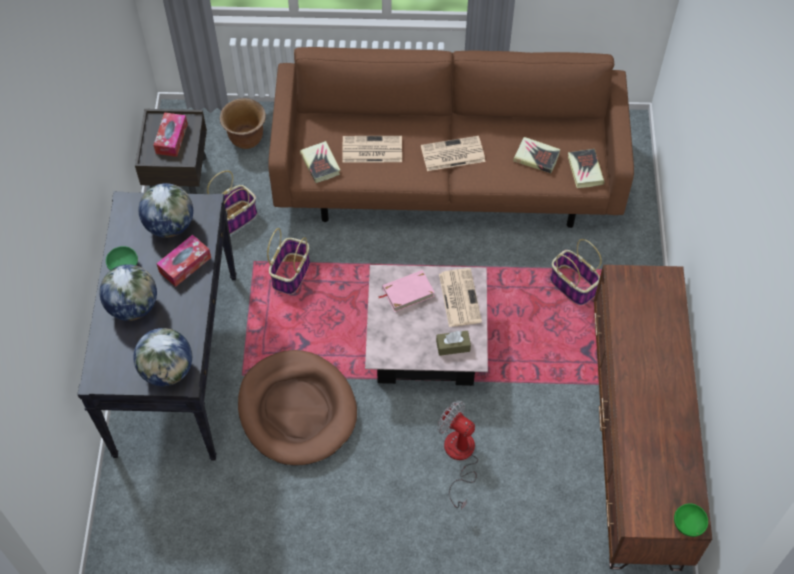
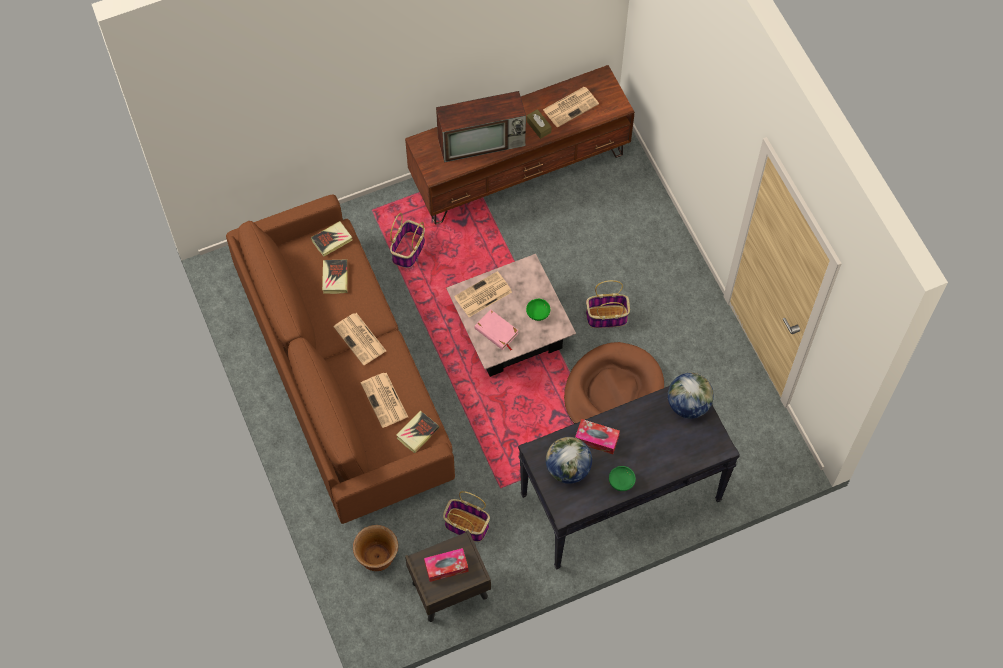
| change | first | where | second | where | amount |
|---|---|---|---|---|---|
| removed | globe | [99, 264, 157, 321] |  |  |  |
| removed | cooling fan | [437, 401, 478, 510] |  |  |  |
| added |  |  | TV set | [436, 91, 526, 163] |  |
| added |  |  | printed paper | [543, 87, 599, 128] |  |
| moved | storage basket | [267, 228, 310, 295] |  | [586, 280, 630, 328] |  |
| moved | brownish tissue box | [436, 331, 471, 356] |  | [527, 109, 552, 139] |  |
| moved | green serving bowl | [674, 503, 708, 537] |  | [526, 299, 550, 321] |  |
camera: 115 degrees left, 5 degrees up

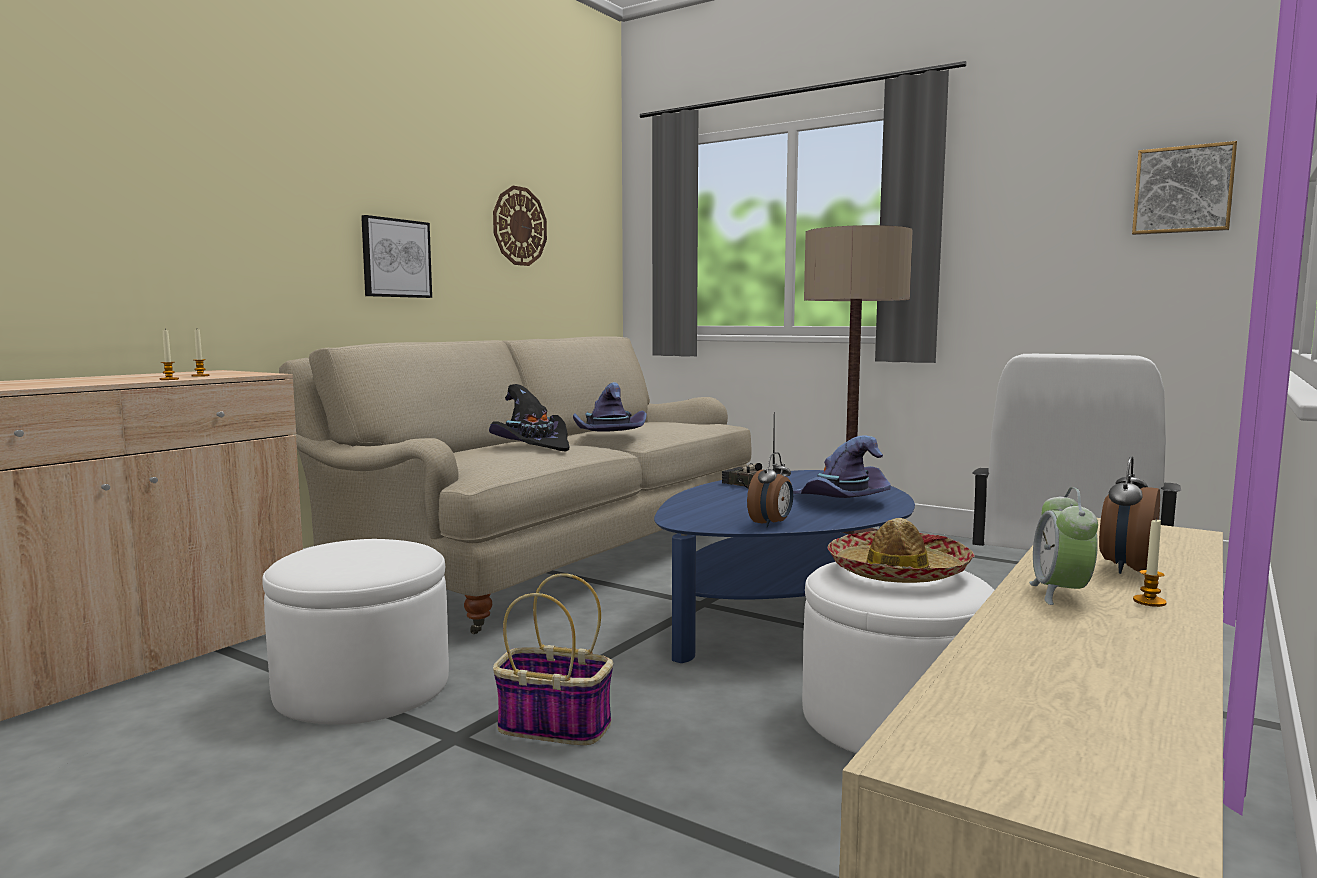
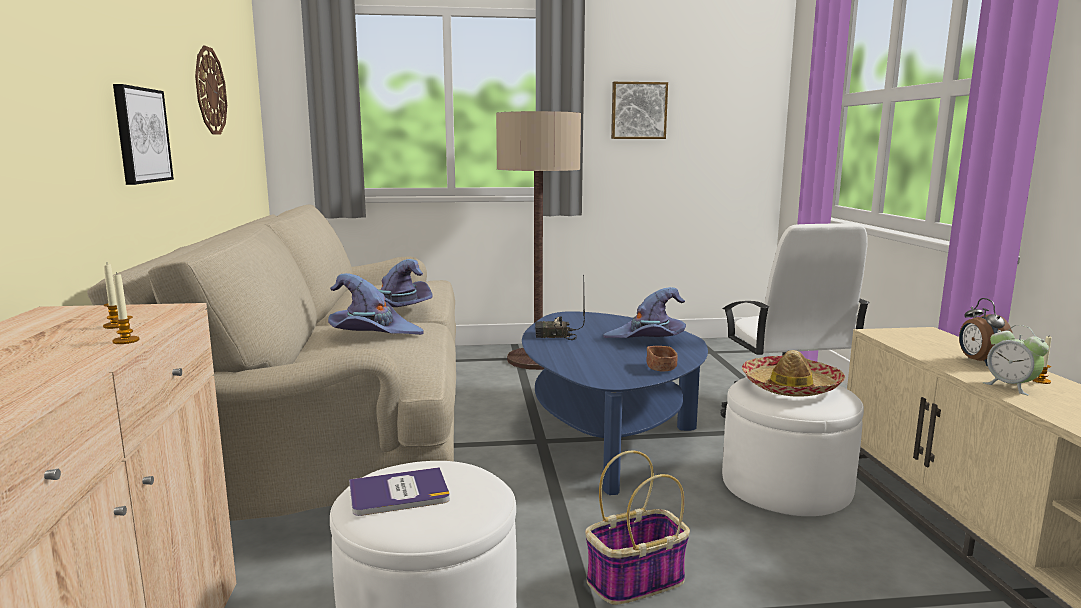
| change | first | where | second | where | amount |
|---|---|---|---|---|---|
| added |  |  | book | [349, 467, 450, 516] |  |
| moved | wall art | [1132, 141, 1237, 235] |  | [611, 82, 668, 139] |  |
| replaced | alarm clock | [747, 452, 793, 527] | brownish serving bowl | [646, 346, 677, 371] |  |
| recoloured | blackish wearable hat | [489, 384, 569, 452] | purple-coloured wearable hat | [328, 273, 424, 335] |  |
camera: 40 degrees left, 5 degrees up

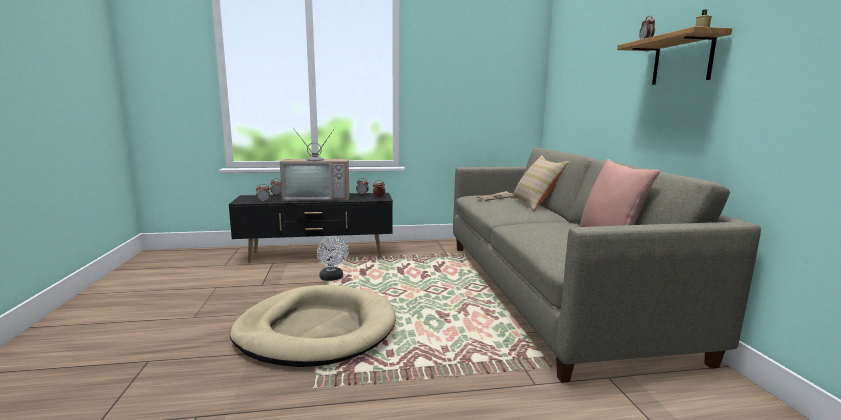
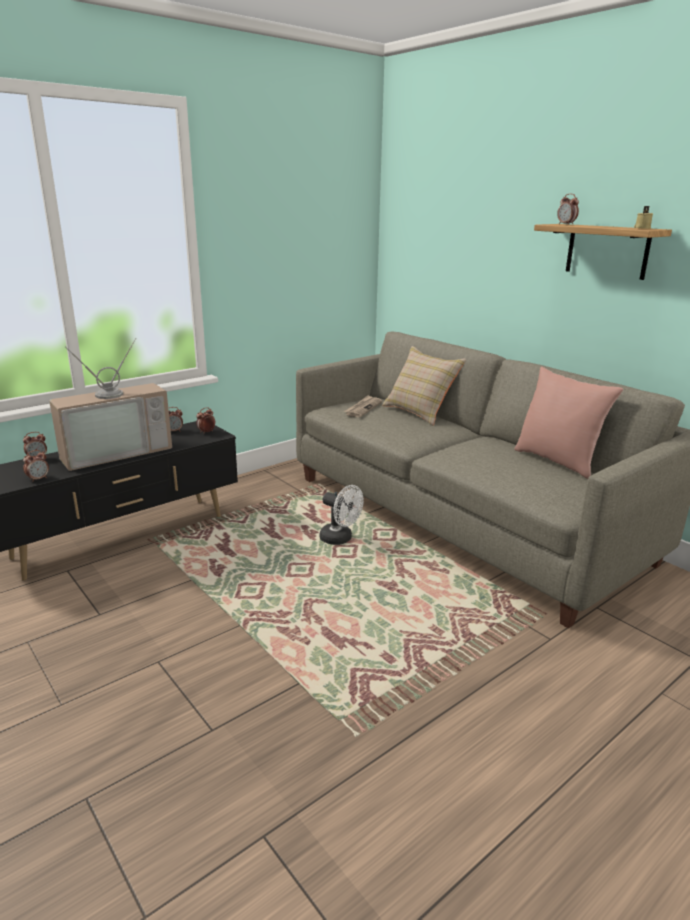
| change | first | where | second | where | amount |
|---|---|---|---|---|---|
| removed | sand-coloured pet bed | [230, 285, 396, 367] |  |  |  |
| moved | whitish cooling fan | [317, 236, 349, 281] |  | [320, 485, 364, 545] |  |
camera: 30 degrees left, 10 degrees up

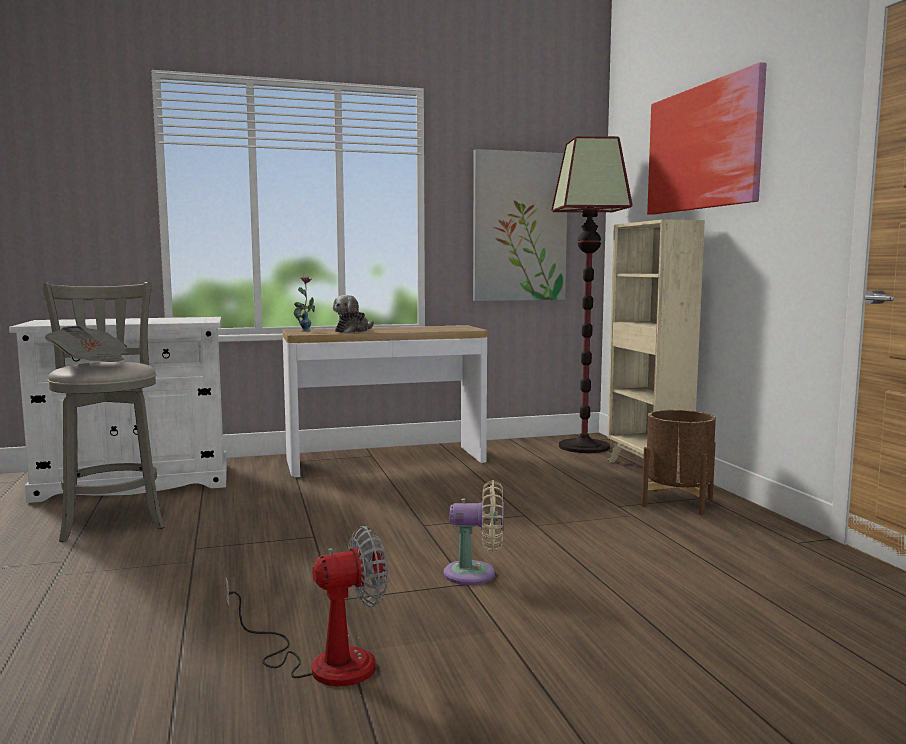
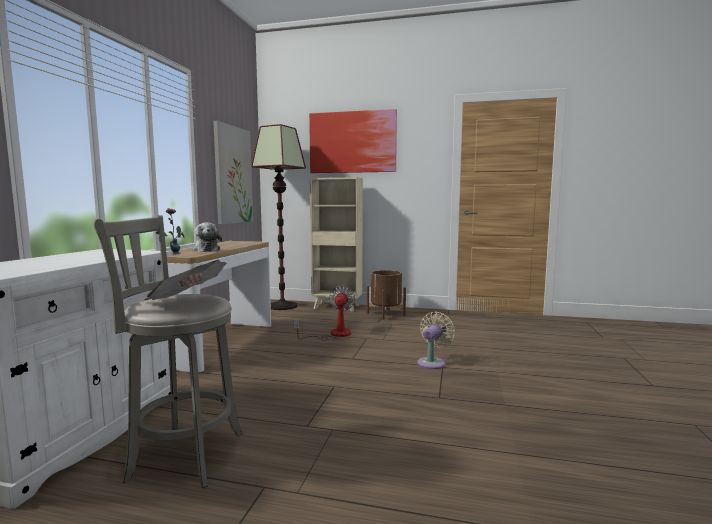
| change | first | where | second | where | amount |
|---|---|---|---|---|---|
| moved | cooling fan | [225, 526, 388, 686] |  | [294, 285, 355, 340] |  |
camera: 60 degrees left, 0 degrees up

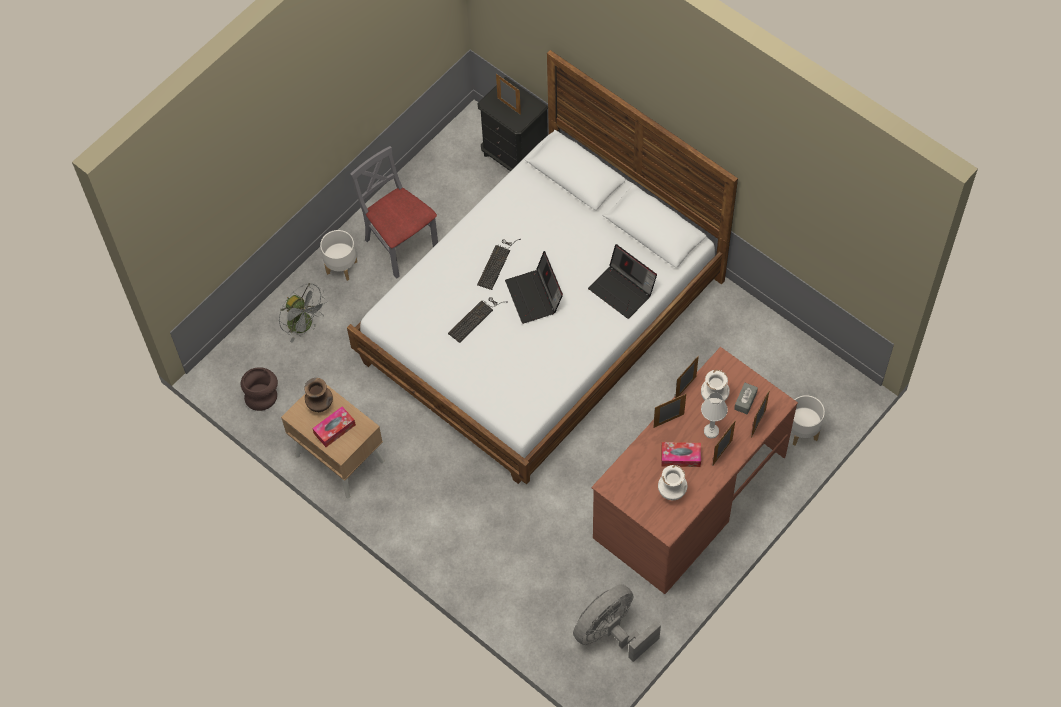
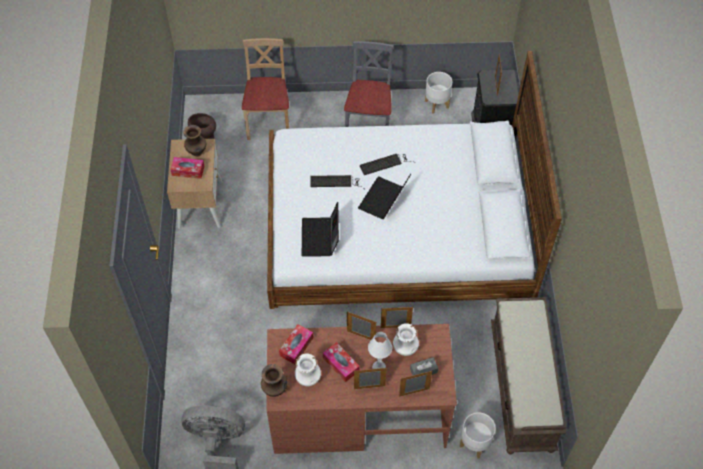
| change | first | where | second | where | amount |
|---|---|---|---|---|---|
| added |  |  | brownish flower vase | [261, 364, 288, 397] |  |
| added |  |  | tissue box | [279, 324, 314, 364] |  |
| added |  |  | brownish indoor bench | [491, 297, 566, 454] |  |
| moved | whitish plant pot | [320, 230, 357, 281] |  | [425, 72, 452, 114] |  |
| moved | notebook computer | [588, 244, 657, 319] |  | [302, 202, 339, 257] |  |
| replaced | gray cooling fan | [279, 283, 328, 343] | sand-coloured upright chair | [242, 38, 289, 140] |  |
camera: 45 degrees right, 5 degrees down

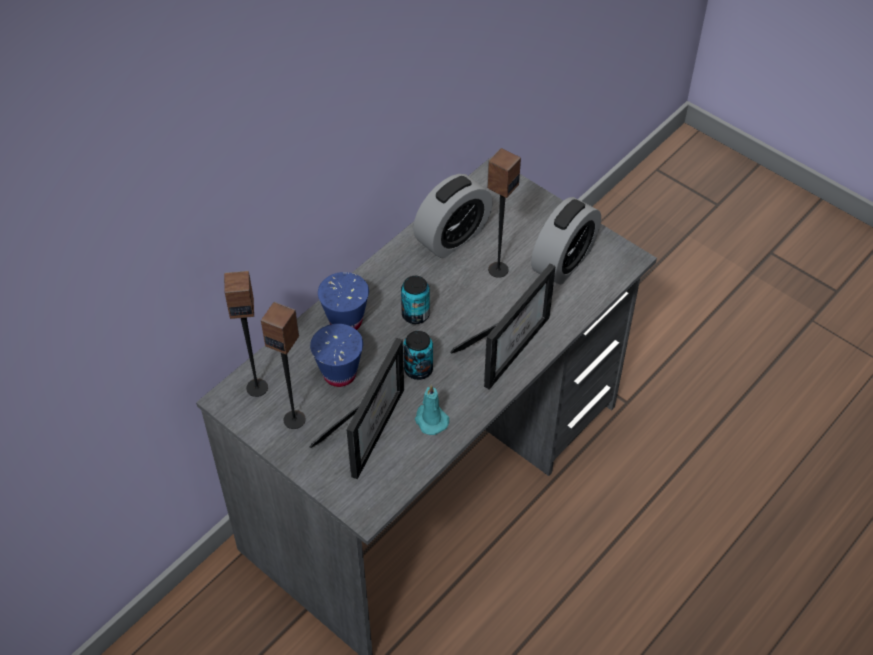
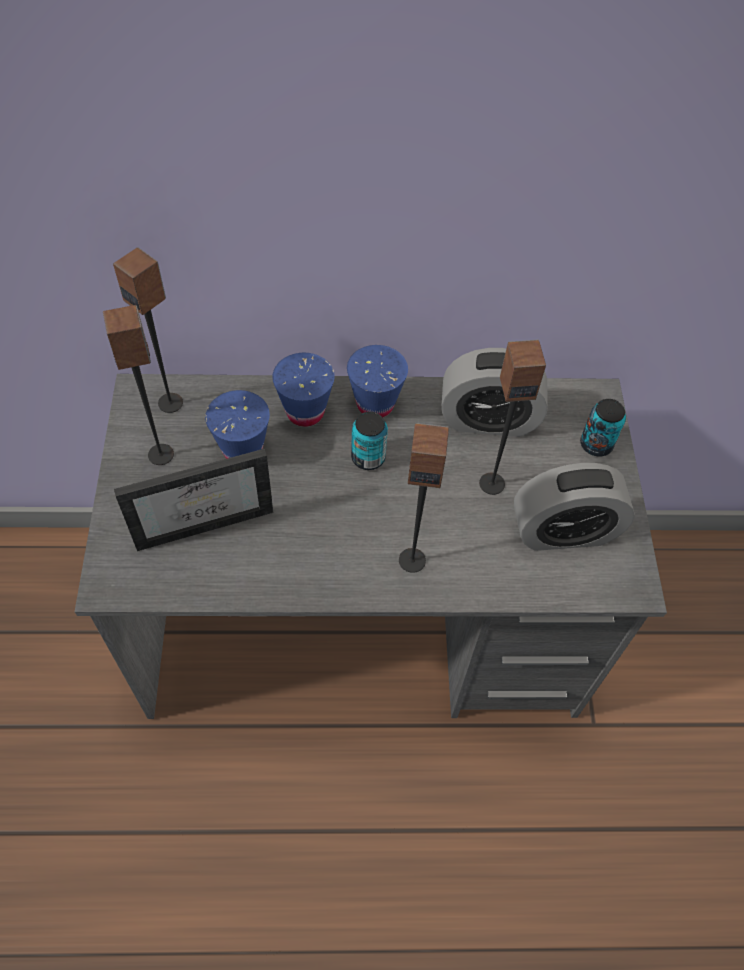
| change | first | where | second | where | amount |
|---|---|---|---|---|---|
| removed | blue-green candle | [415, 385, 449, 435] |  |  |  |
| added |  |  | bluish cup | [347, 345, 408, 417] |  |
| moved | metal can | [403, 331, 433, 380] |  | [580, 399, 626, 457] |  |
| replaced | photo frame | [450, 264, 556, 390] | speaker | [399, 423, 449, 573] |  |
camera: 45 degrees right, 5 degrees up

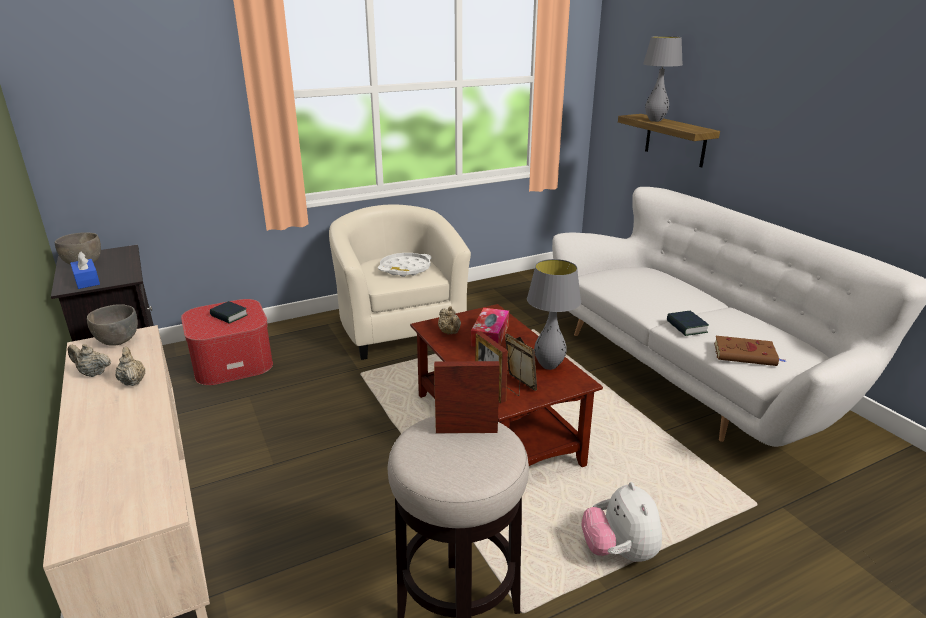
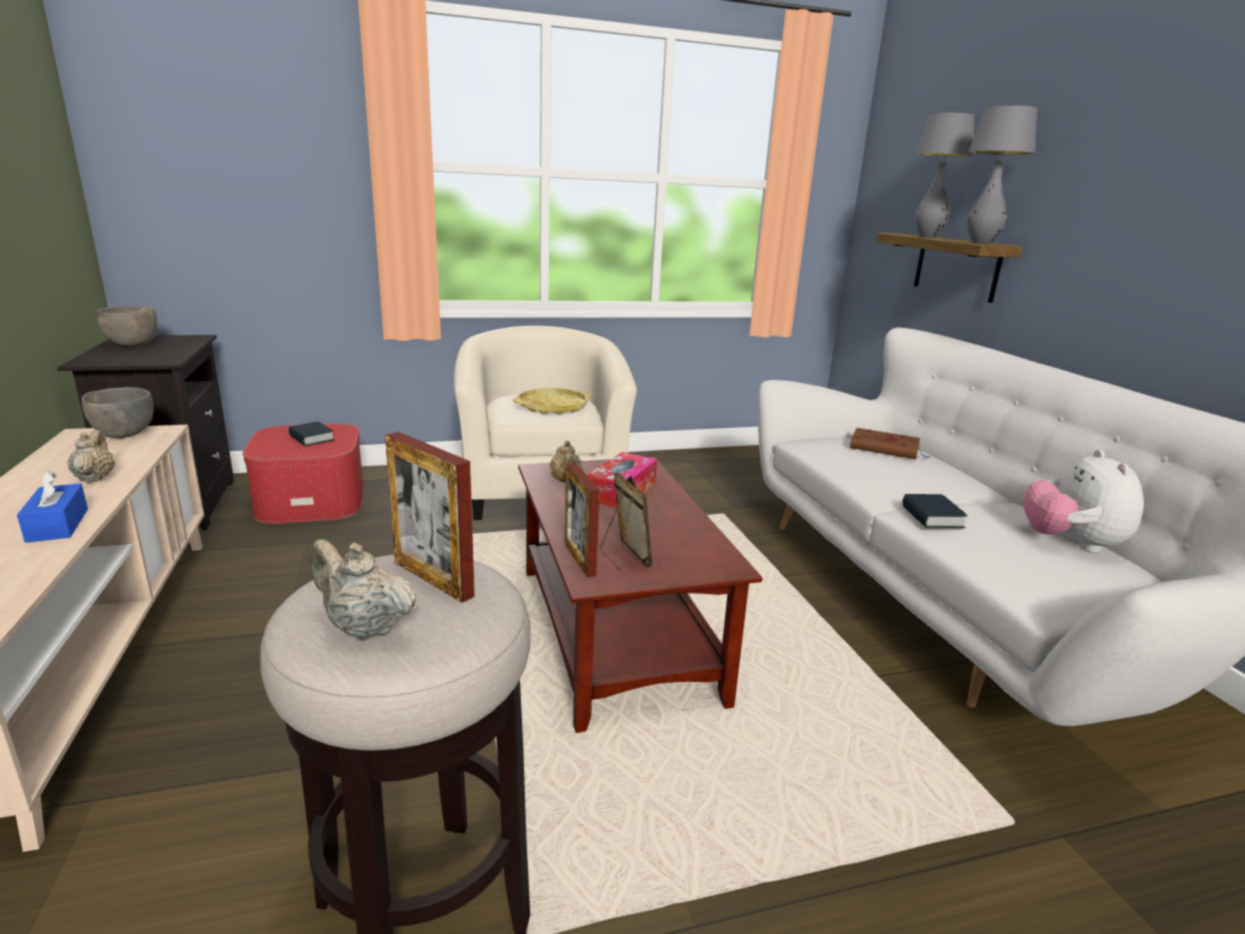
| change | first | where | second | where | amount |
|---|---|---|---|---|---|
| moved | sand-coloured tea pot | [67, 344, 111, 377] |  | [309, 539, 418, 639] |  |
| moved | bluish tissue box | [70, 251, 100, 289] |  | [17, 470, 88, 543] |  |
| moved | gray lamp for a table | [527, 259, 581, 370] |  | [967, 105, 1038, 244] |  |
| moved | plush toy | [581, 482, 662, 562] |  | [1023, 449, 1144, 553] |  |
| moved | brownish book | [714, 336, 786, 366] |  | [850, 428, 929, 459] |  |
| recoloured | whitish tray | [378, 253, 432, 277] | yellowish tray | [513, 388, 591, 415] |  |
| turned | photo frame | [434, 361, 500, 434] |  | [385, 432, 475, 603] | 150 degrees counterclockwise |
camera: 10 degrees right, 5 degrees down

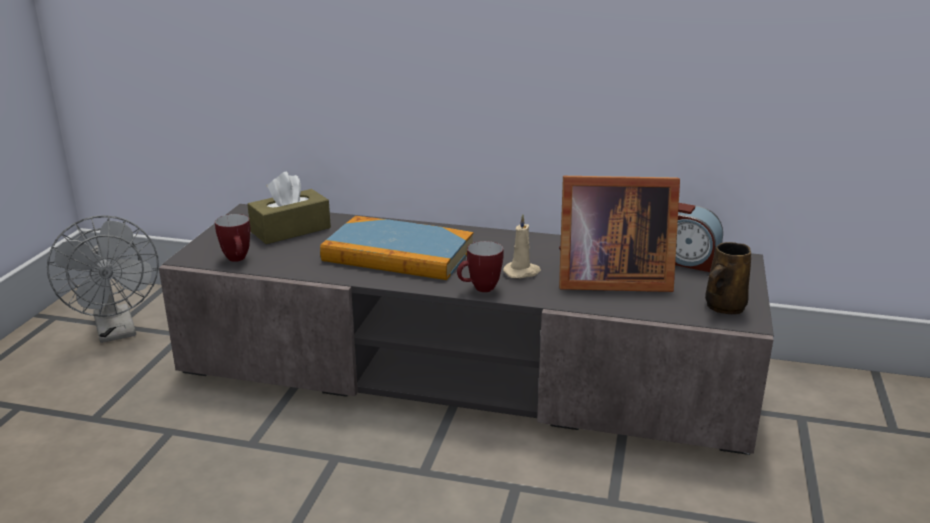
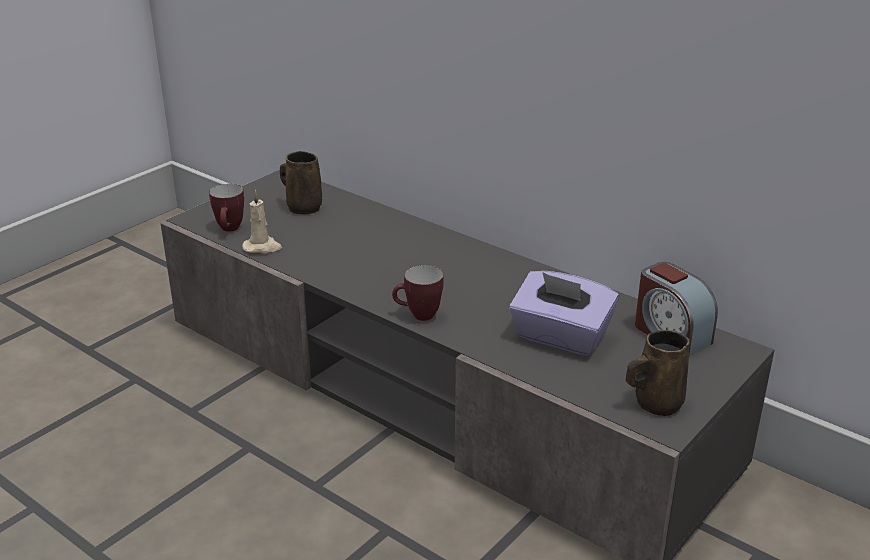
| change | first | where | second | where | amount |
|---|---|---|---|---|---|
| removed | gray cooling fan | [47, 215, 159, 343] |  |  |  |
| removed | book | [320, 216, 474, 280] |  |  |  |
| moved | sand-coloured candle | [503, 214, 541, 278] |  | [242, 190, 282, 253] |  |
| replaced | brownish tissue box | [247, 172, 331, 244] | brownish coffee mug | [280, 151, 322, 214] |  |
| replaced | photo frame | [559, 176, 680, 292] | purple-coloured tissue box | [509, 271, 619, 356] |  |
camera: 25 degrees right, 5 degrees up

